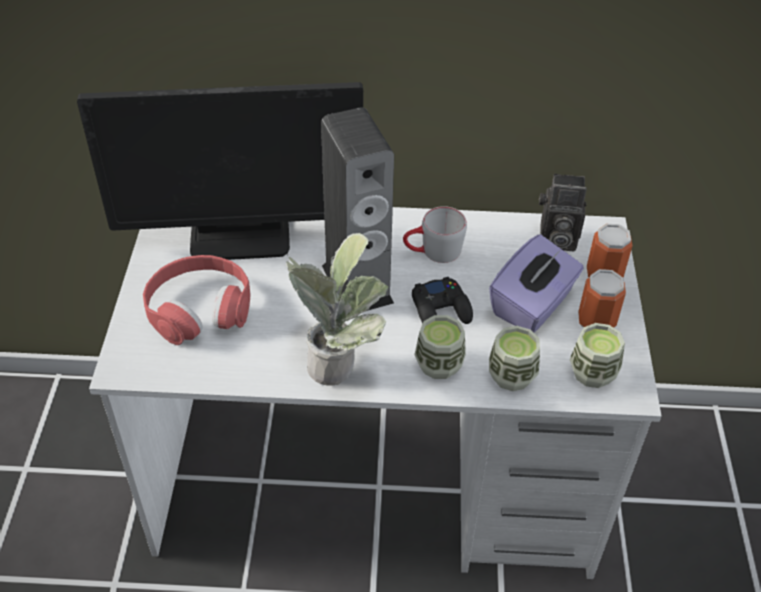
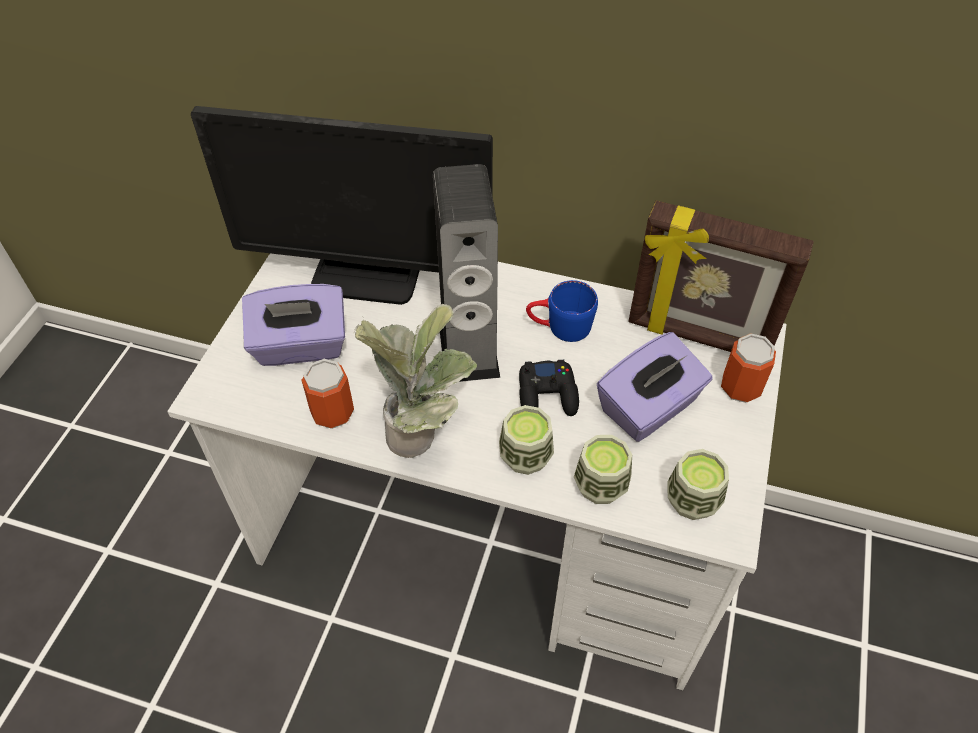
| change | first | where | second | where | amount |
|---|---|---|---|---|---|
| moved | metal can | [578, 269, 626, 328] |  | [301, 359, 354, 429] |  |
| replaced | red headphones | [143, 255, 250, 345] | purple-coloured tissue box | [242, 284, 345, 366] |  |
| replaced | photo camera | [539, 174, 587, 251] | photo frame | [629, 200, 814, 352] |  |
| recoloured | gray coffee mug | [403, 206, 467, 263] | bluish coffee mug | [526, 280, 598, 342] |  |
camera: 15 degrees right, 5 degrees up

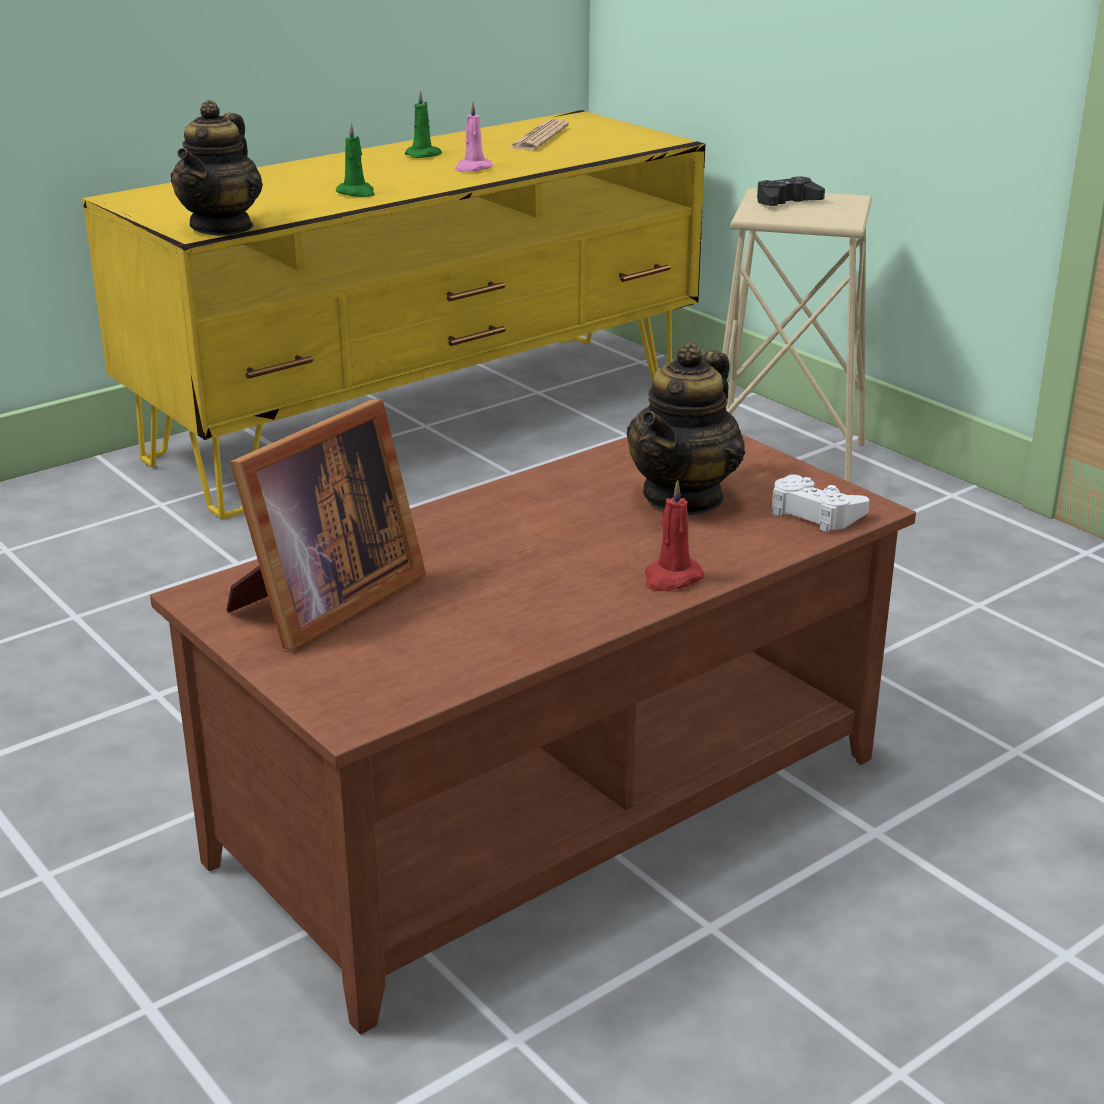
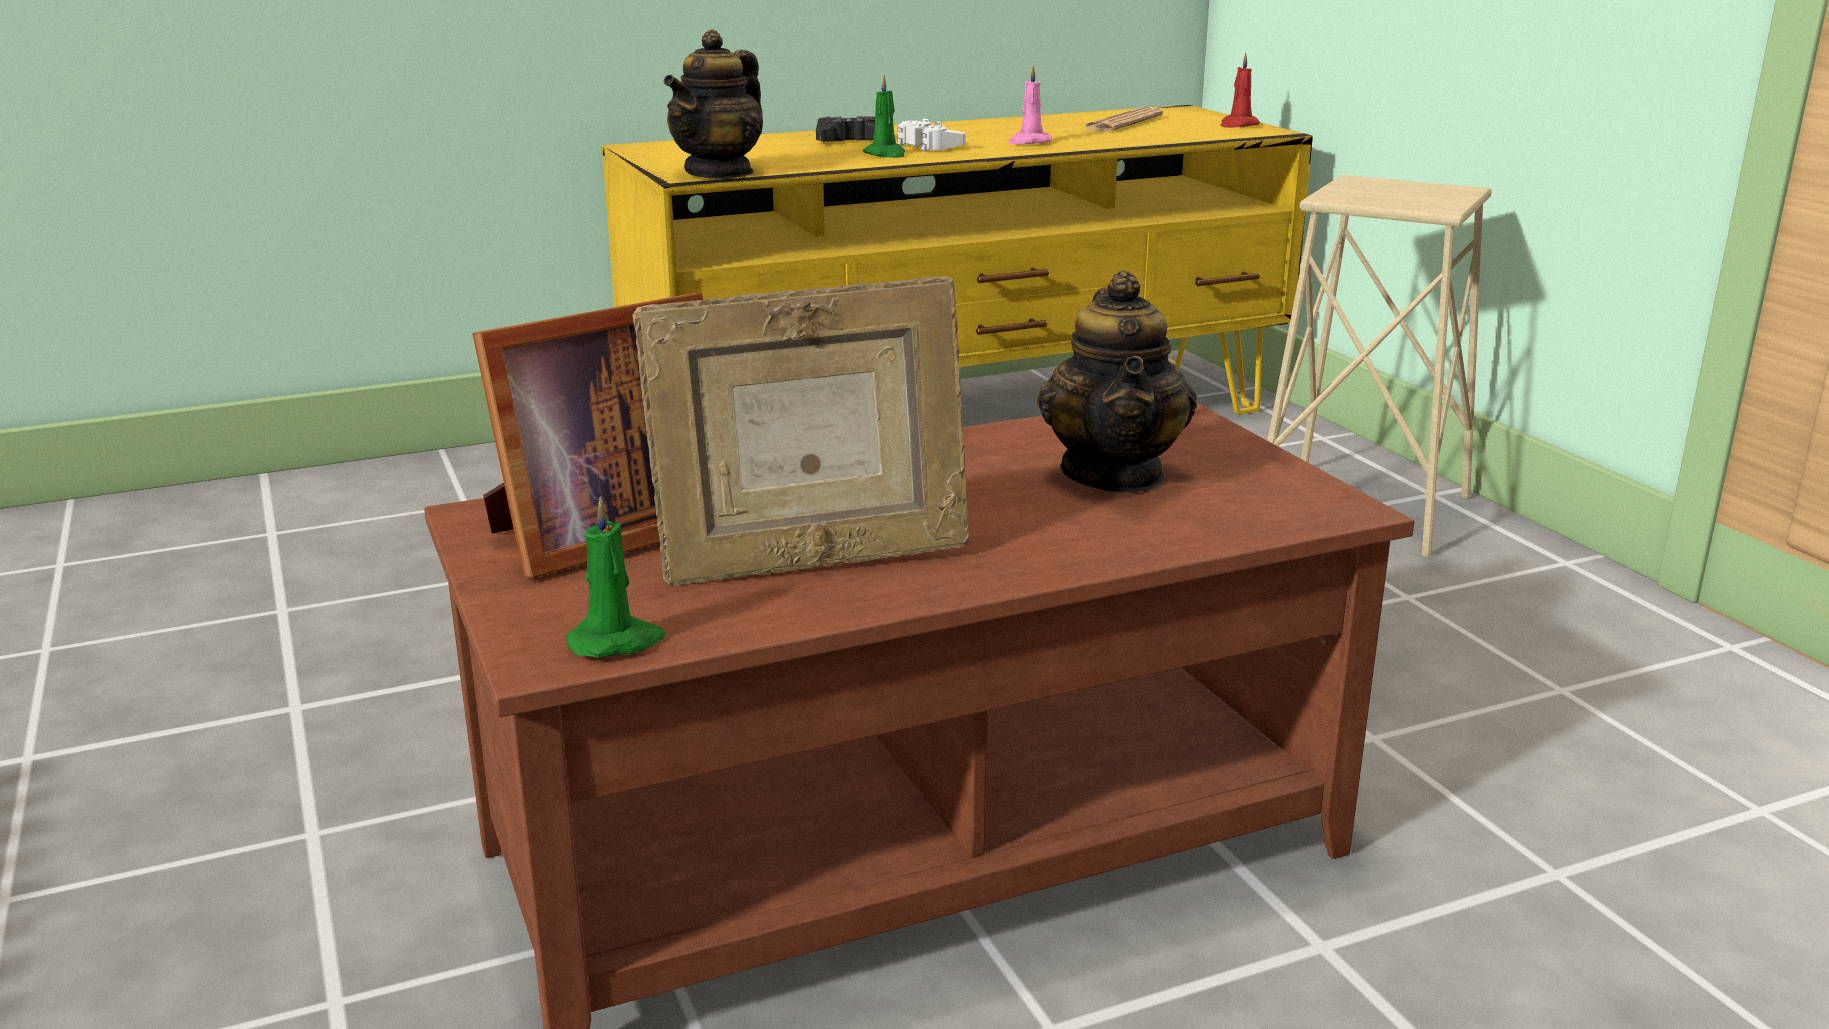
| change | first | where | second | where | amount |
|---|---|---|---|---|---|
| added |  |  | photo frame | [633, 277, 970, 586] |  |
| moved | green candle | [405, 90, 442, 158] |  | [566, 496, 665, 657] |  |
| moved | red candle | [645, 480, 705, 591] |  | [1220, 53, 1260, 128] |  |
| moved | blackish gamepad | [757, 176, 825, 206] |  | [816, 116, 875, 141] |  |
| moved | whitish gamepad | [772, 474, 869, 533] |  | [897, 119, 966, 152] |  |
| turned | tea pot | [626, 342, 745, 516] |  | [1037, 270, 1197, 493] | 45 degrees counterclockwise |
camera: 15 degrees right, 5 degrees down

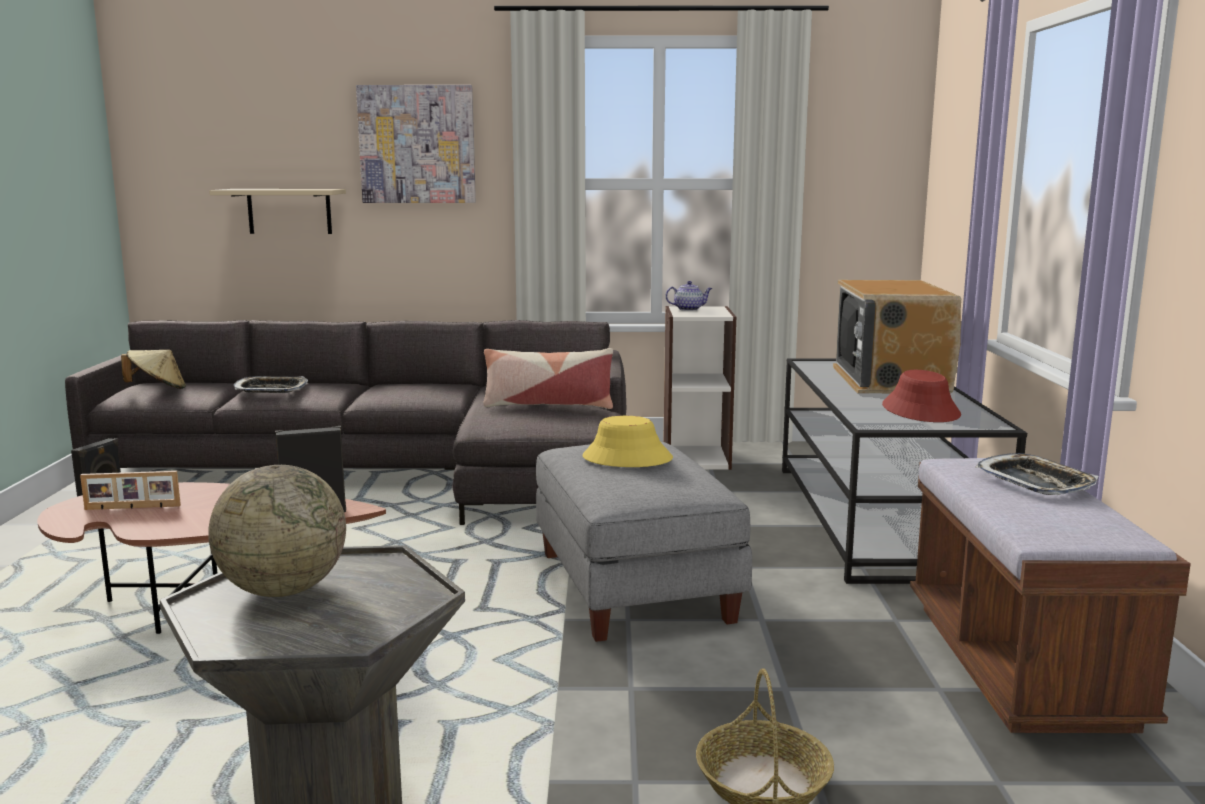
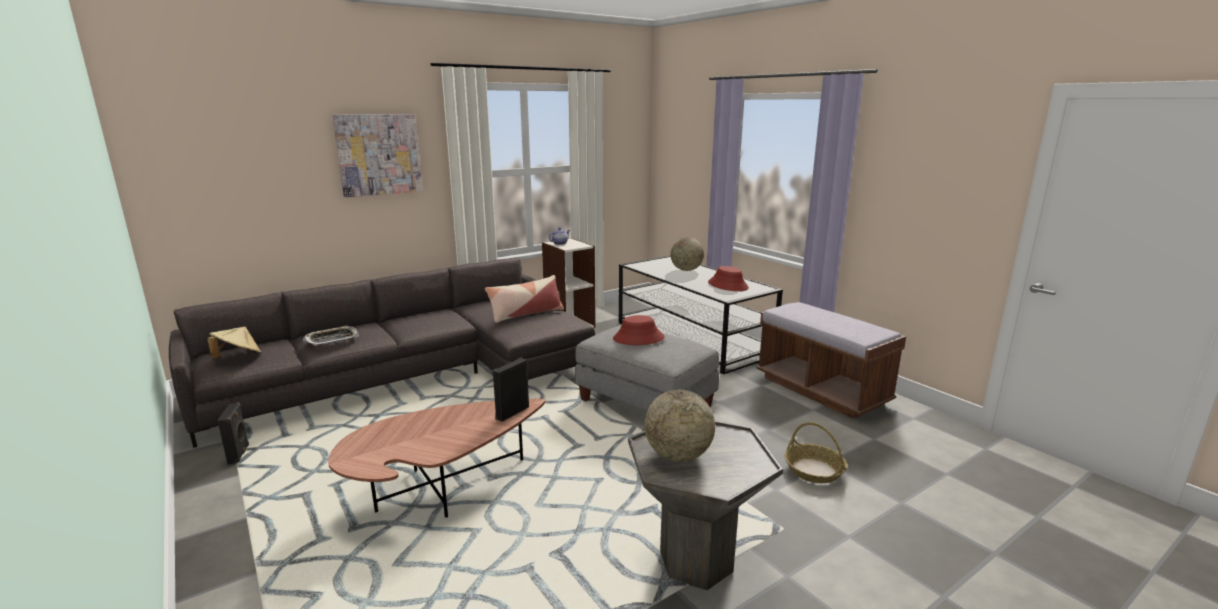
| change | first | where | second | where | amount |
|---|---|---|---|---|---|
| removed | photo frame | [80, 471, 181, 510] |  |  |  |
| removed | sand-coloured shelf | [209, 189, 346, 234] |  |  |  |
| removed | tray | [975, 453, 1098, 495] |  |  |  |
| replaced | TV set | [833, 280, 961, 393] | globe | [670, 237, 704, 271] |  |
| recoloured | yellowish wearable hat | [582, 416, 673, 467] | red wearable hat | [613, 315, 665, 345] |  |
camera: 35 degrees left, 5 degrees up

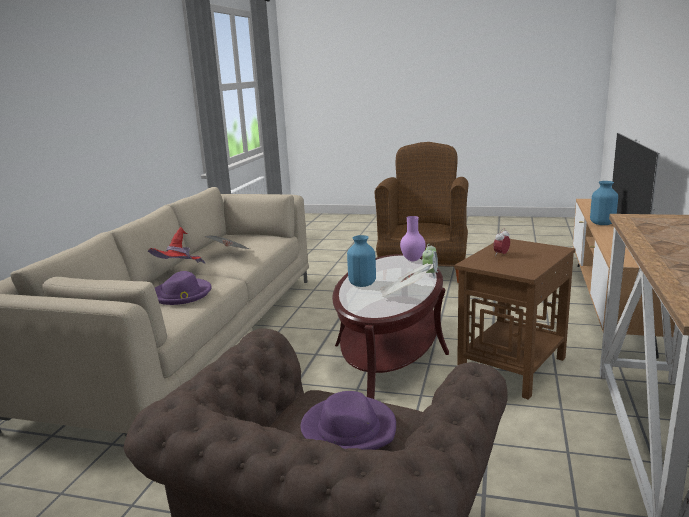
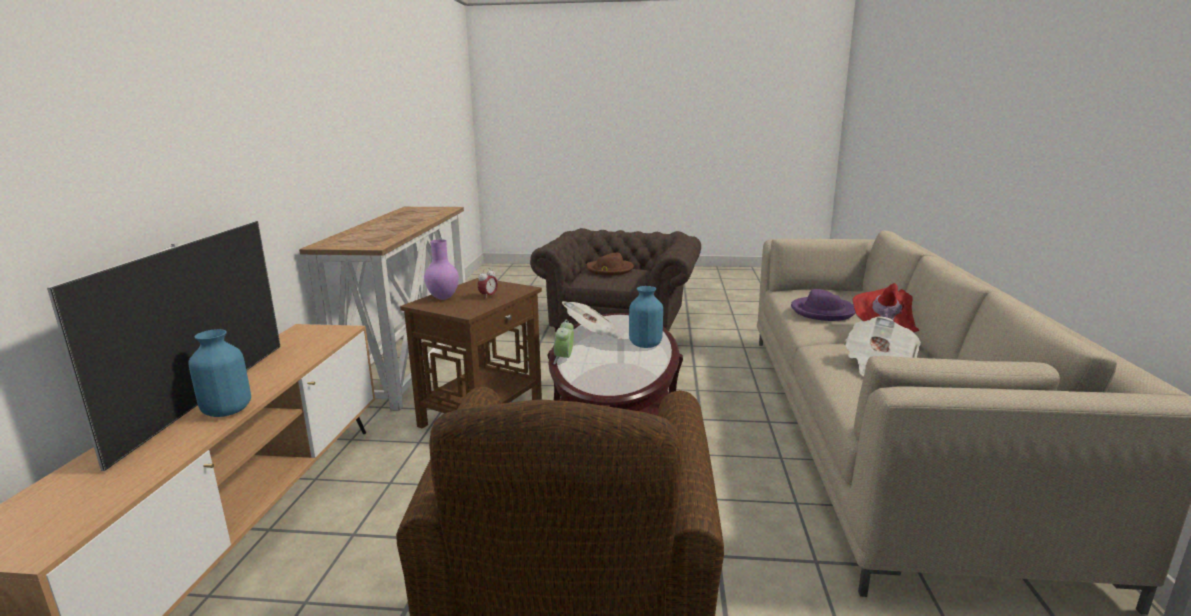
| change | first | where | second | where | amount |
|---|---|---|---|---|---|
| moved | purple-coloured flower vase | [400, 216, 426, 261] |  | [424, 239, 459, 300] |  |
| recoloured | purple-coloured wearable hat | [301, 391, 396, 450] | brownish wearable hat | [586, 253, 634, 275] |  |
camera: 170 degrees right, 0 degrees up

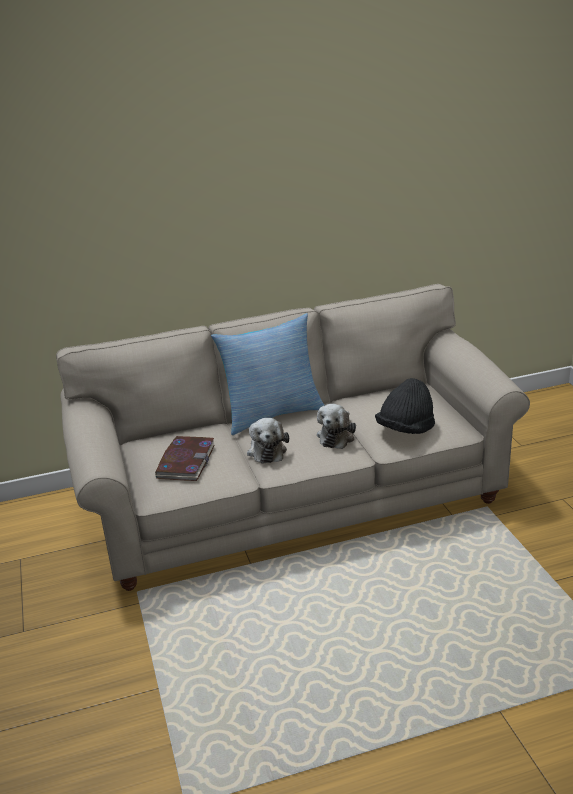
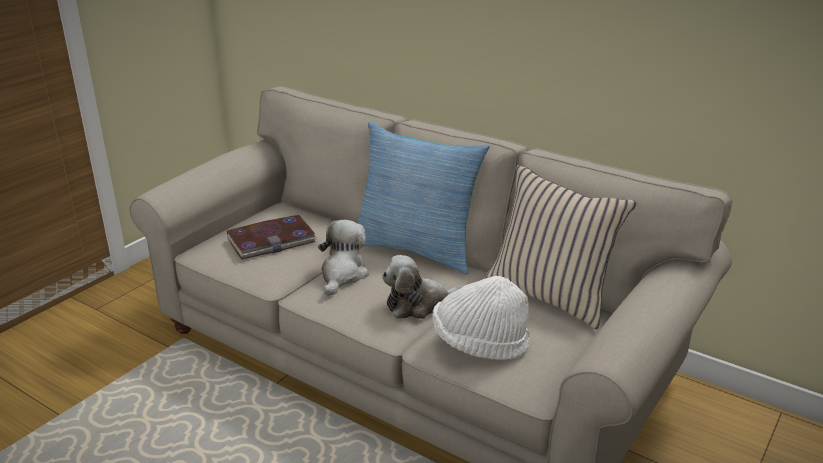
| change | first | where | second | where | amount |
|---|---|---|---|---|---|
| added |  |  | sand-coloured throw pillow | [485, 165, 636, 329] |  |
| recoloured | blackish wearable hat | [375, 378, 435, 434] | whitish wearable hat | [432, 276, 530, 360] |  |
| turned | plush toy | [247, 418, 289, 464] |  | [318, 220, 369, 296] | 150 degrees clockwise |
camera: 50 degrees right, 0 degrees up

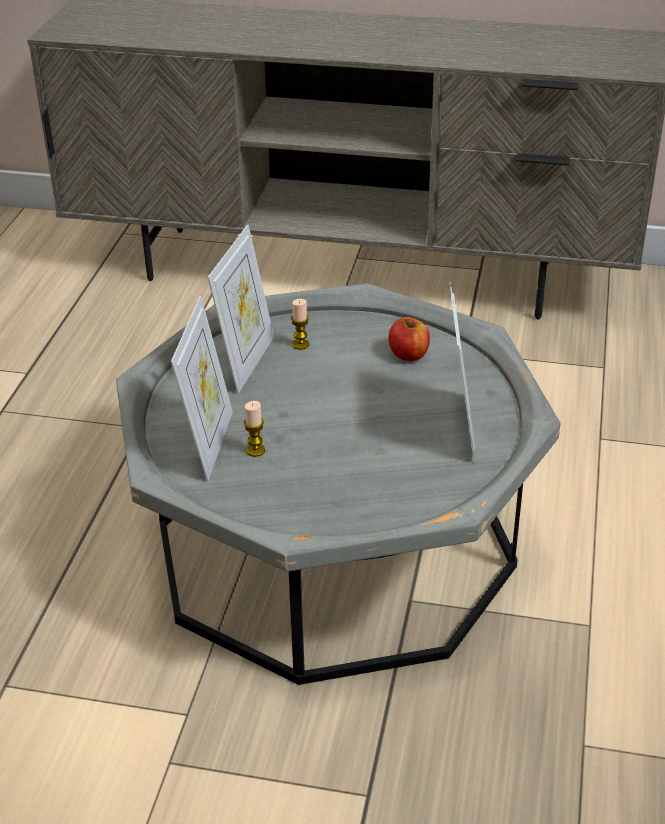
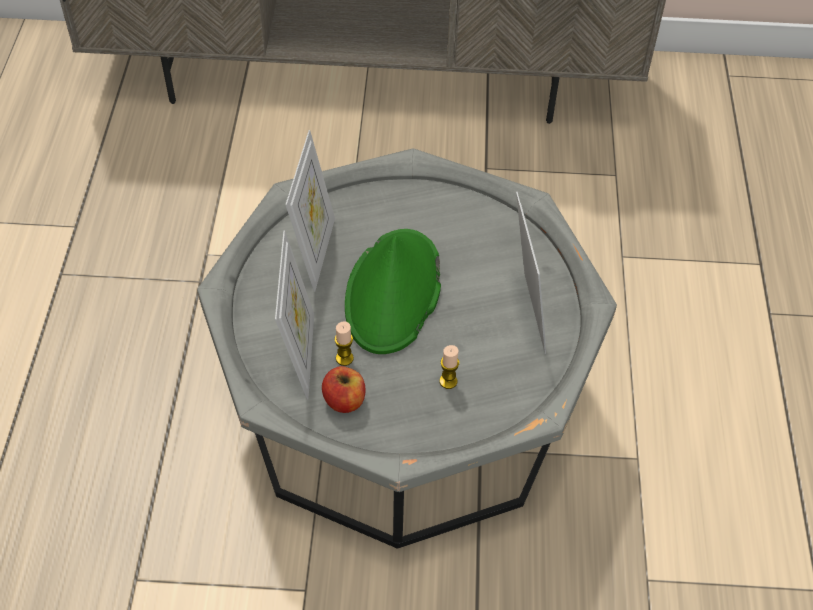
| change | first | where | second | where | amount |
|---|---|---|---|---|---|
| added |  |  | green wearable hat | [345, 229, 441, 354] |  |
| moved | candle | [291, 299, 309, 350] |  | [439, 345, 459, 389] |  |
| moved | apple fruit | [389, 317, 430, 361] |  | [322, 366, 366, 413] |  |
camera: 10 degrees left, 15 degrees up

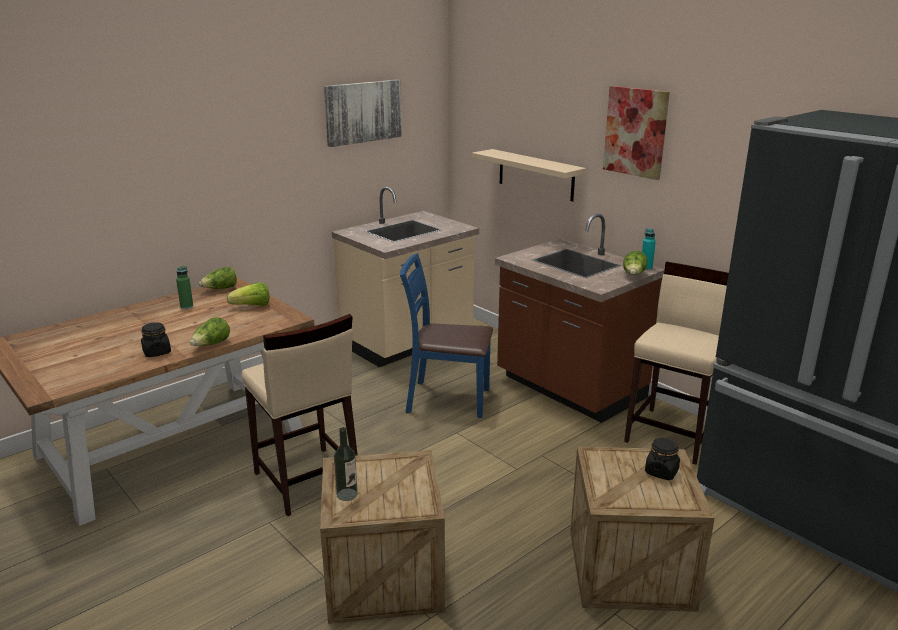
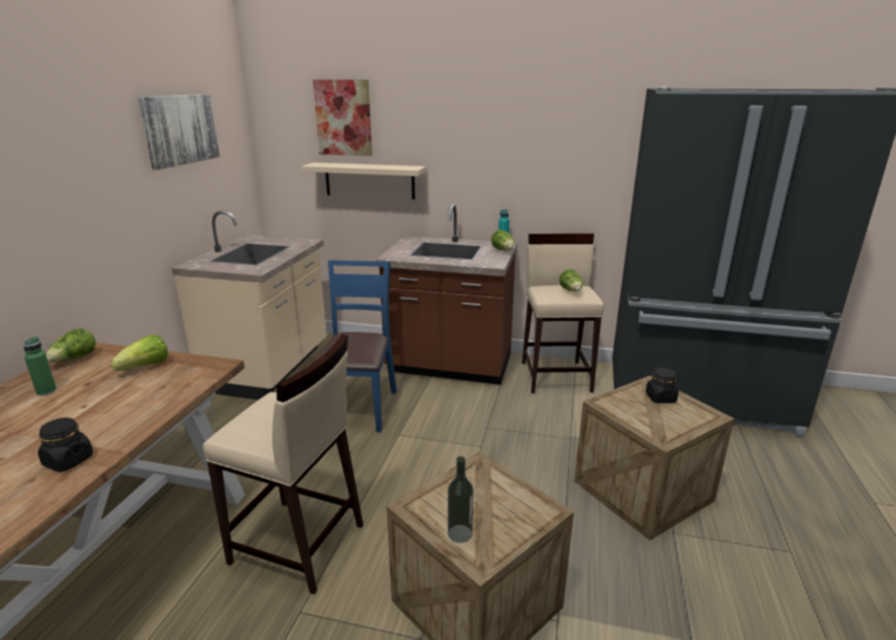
| change | first | where | second | where | amount |
|---|---|---|---|---|---|
| moved | head of lettuce | [190, 317, 230, 346] |  | [559, 269, 583, 292] |  |
| moved | wall art | [603, 86, 670, 180] |  | [313, 80, 372, 156] |  |
| turned | bluish upright chair | [400, 253, 493, 418] |  | [311, 260, 397, 432] | 120 degrees clockwise |
camera: 35 degrees left, 0 degrees up

